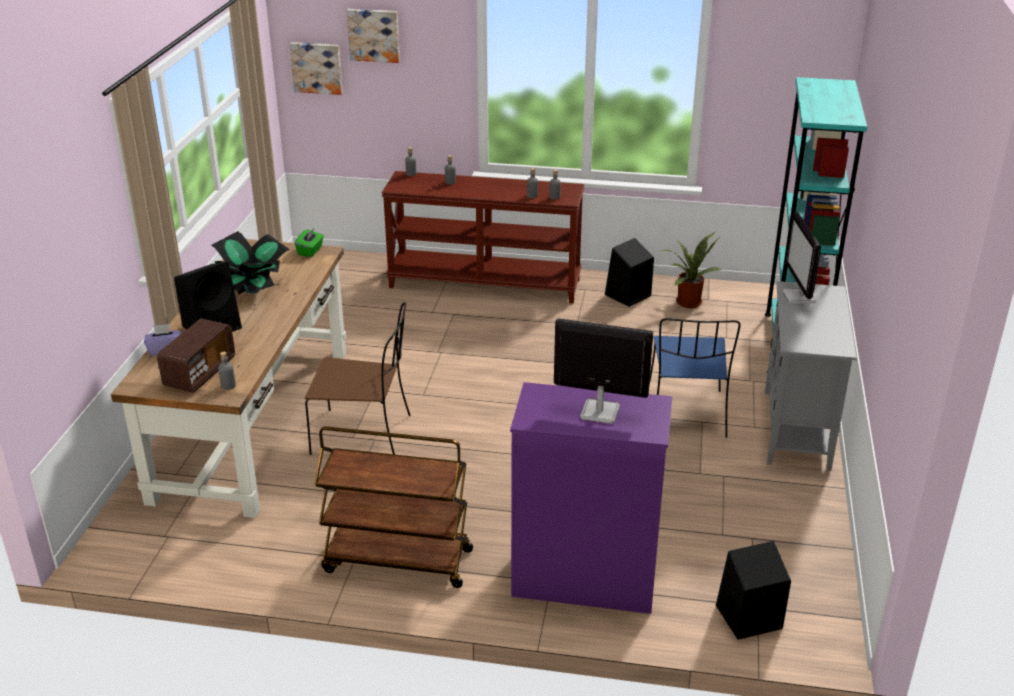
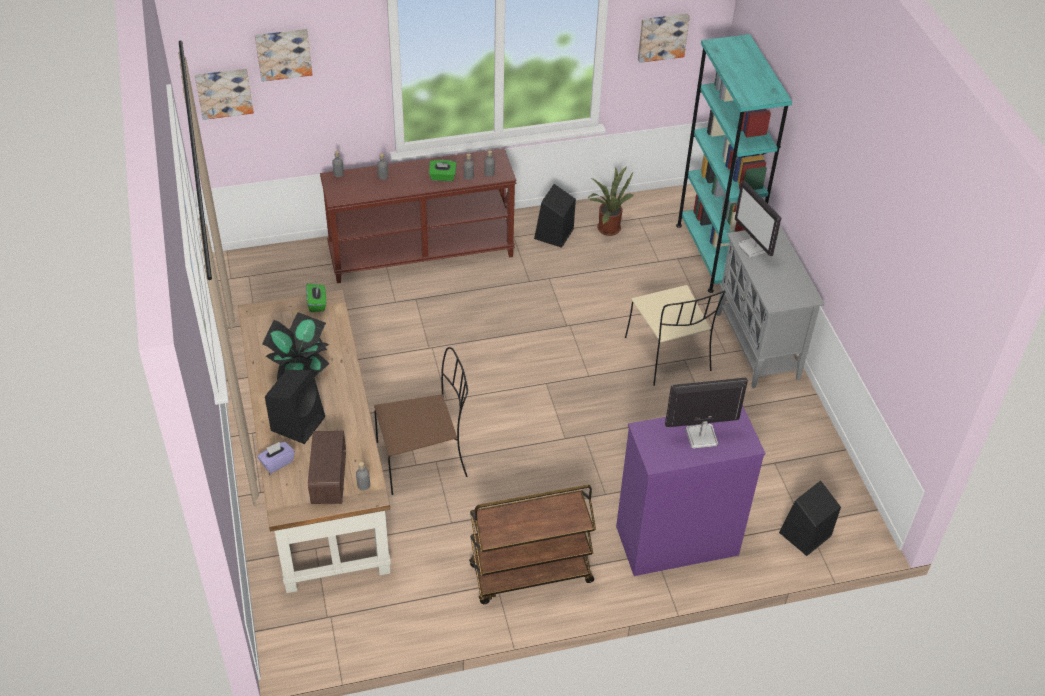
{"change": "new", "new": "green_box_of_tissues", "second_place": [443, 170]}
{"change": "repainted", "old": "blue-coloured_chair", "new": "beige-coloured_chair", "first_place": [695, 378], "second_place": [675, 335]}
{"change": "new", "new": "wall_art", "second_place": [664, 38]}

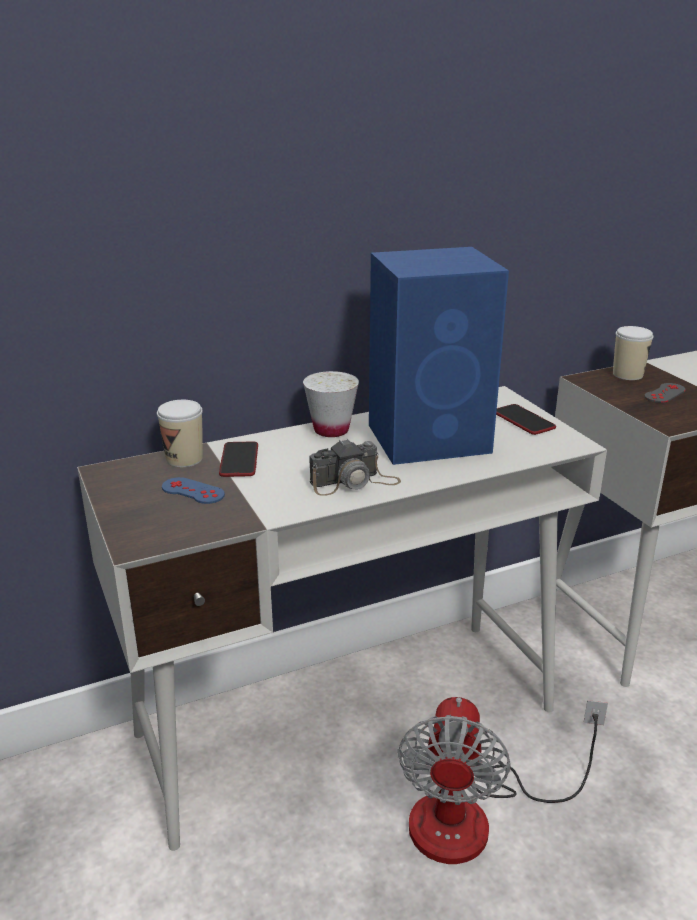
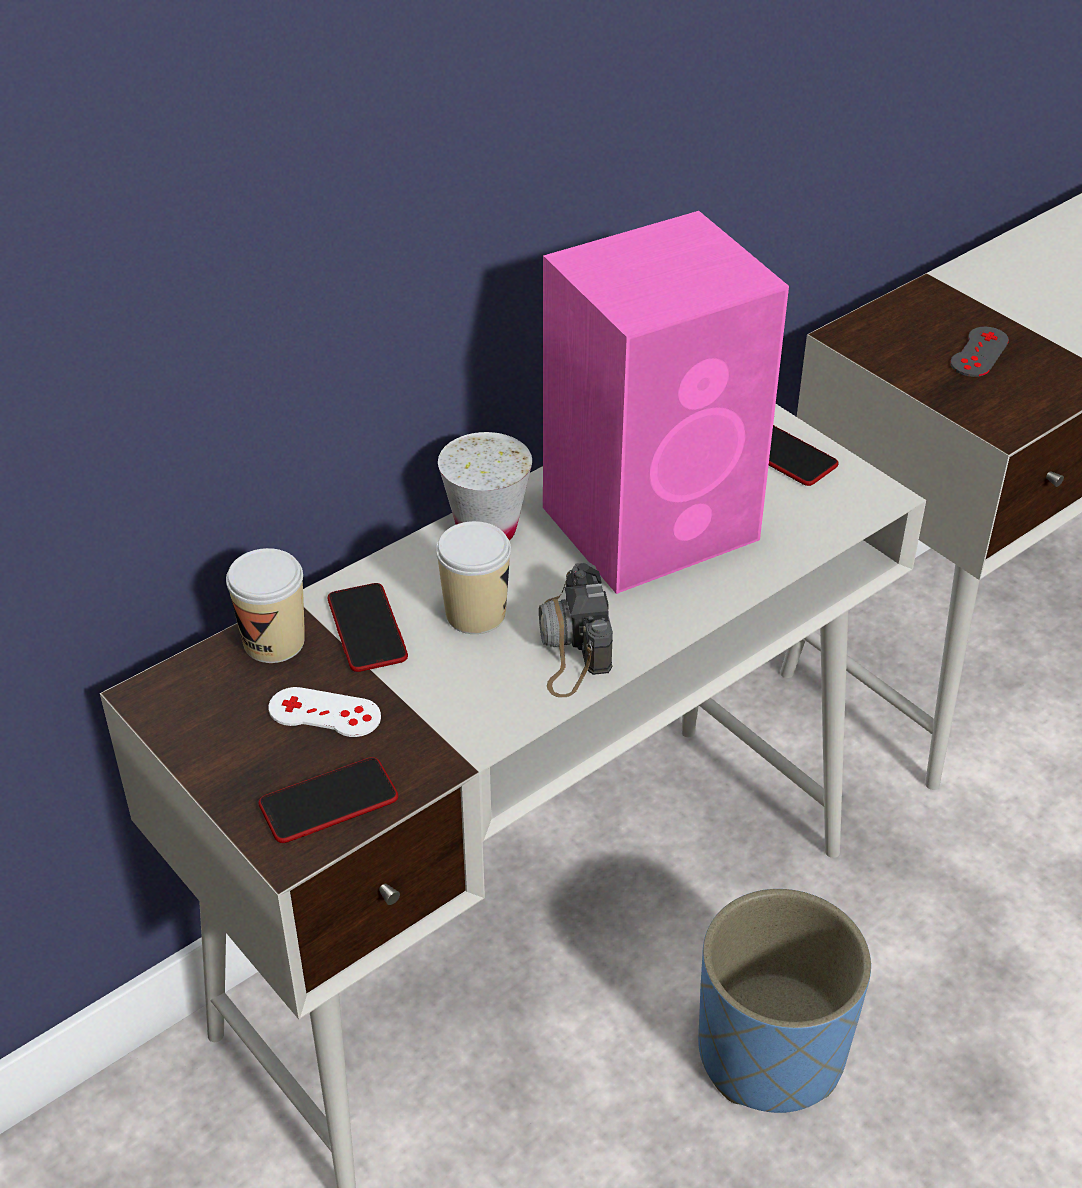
{"change": "new", "new": "telephone", "second_place": [328, 800]}
{"change": "repainted", "old": "blue-coloured_gamepad", "new": "white-coloured_gamepad", "first_place": [193, 490], "second_place": [324, 712]}
{"change": "shifted", "old": "drinking_cup", "first_place": [633, 353], "second_place": [473, 577]}
{"change": "rotated", "old": "photo_camera", "first_place": [355, 467], "second_place": [576, 629], "degrees": 120}
{"change": "repainted", "old": "blue-coloured_audio_speaker", "new": "pink_audio_speaker", "first_place": [439, 356], "second_place": [666, 402]}
{"change": "swapped", "old": "fan", "new": "blue-coloured_plant_pot", "first_place": [502, 780], "second_place": [784, 1001]}

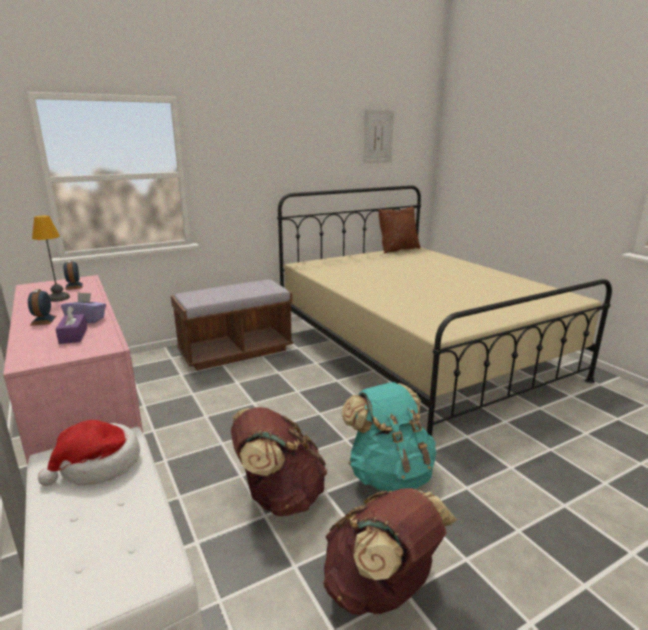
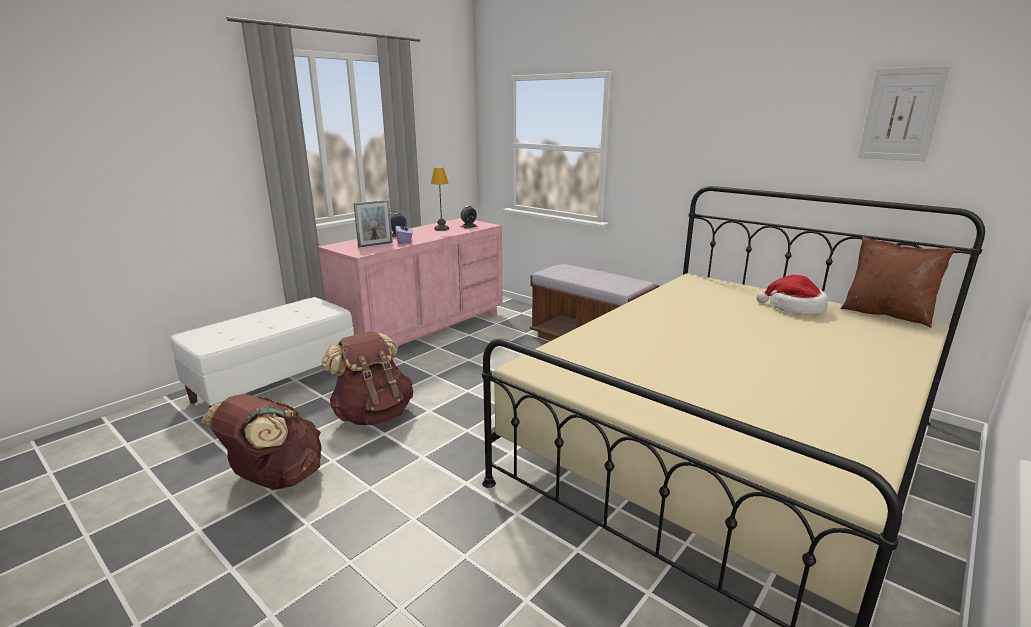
{"change": "swapped", "old": "purplish_box_of_tissues", "new": "picture_frame", "first_place": [71, 325], "second_place": [373, 223]}
{"change": "shifted", "old": "hat", "first_place": [89, 453], "second_place": [792, 295]}
{"change": "gone", "old": "blue-green_backpack", "first_place": [389, 436]}

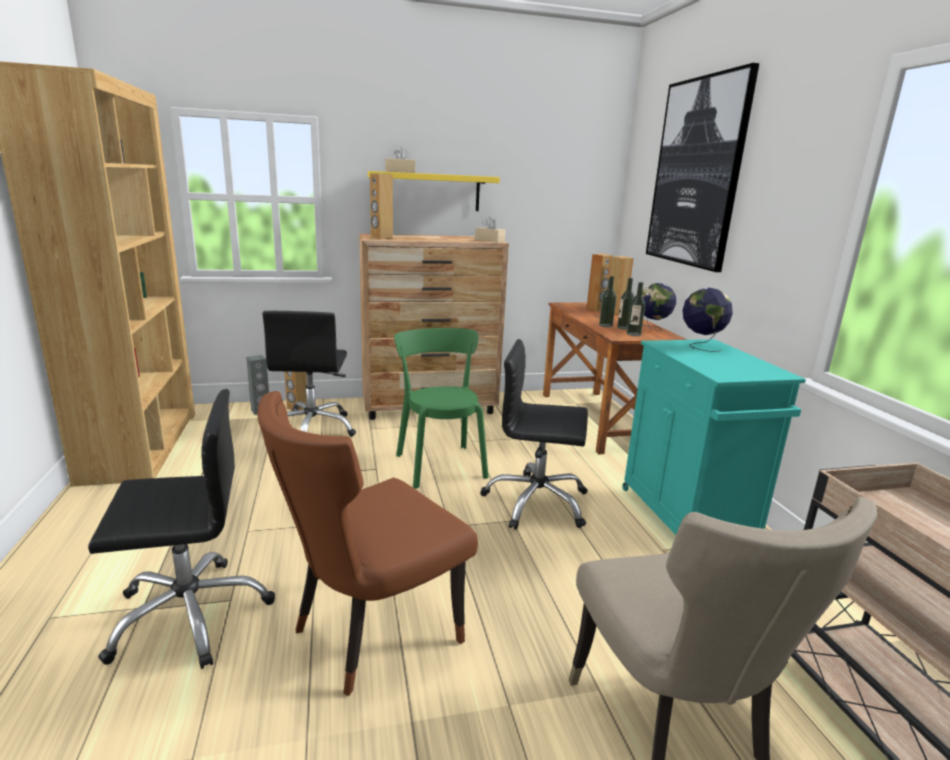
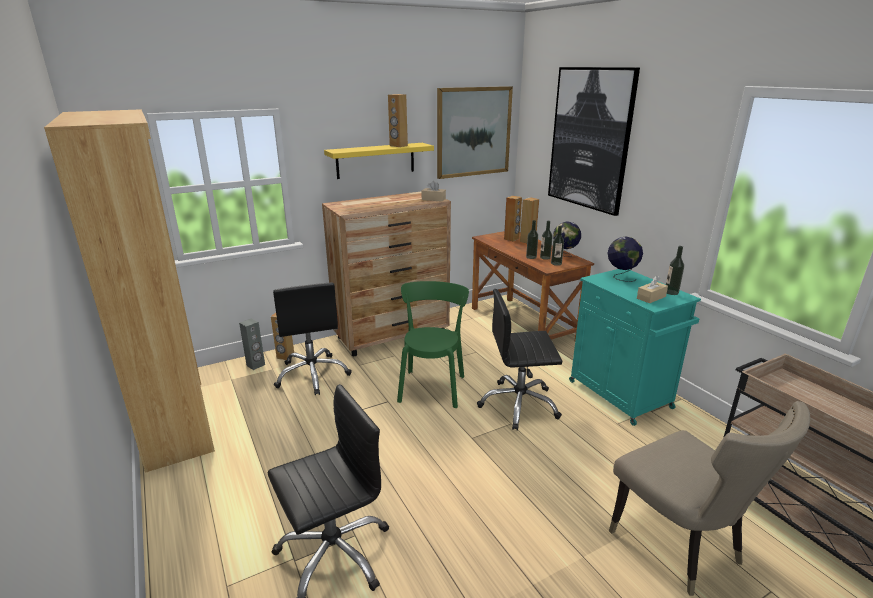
{"change": "shifted", "old": "brown-coloured_audio_speaker", "first_place": [381, 206], "second_place": [398, 120]}
{"change": "rotated", "old": "green_chair", "first_place": [441, 408], "second_place": [433, 344], "degrees": 45}
{"change": "new", "new": "wall_art", "second_place": [475, 132]}
{"change": "shifted", "old": "beige-coloured_box_of_tissues", "first_place": [400, 160], "second_place": [652, 289]}
{"change": "new", "new": "bottle", "second_place": [675, 270]}
{"change": "gone", "old": "brown-coloured_chair", "first_place": [367, 543]}

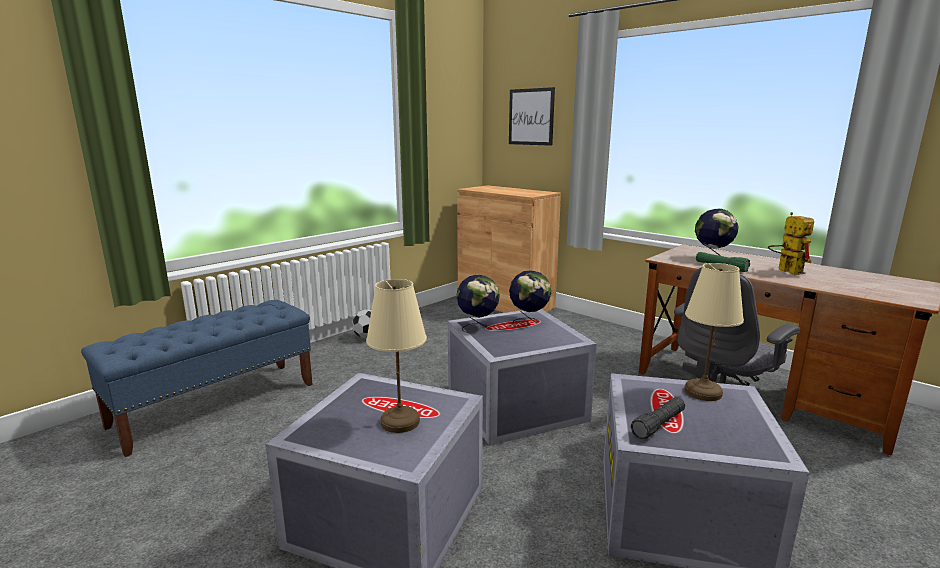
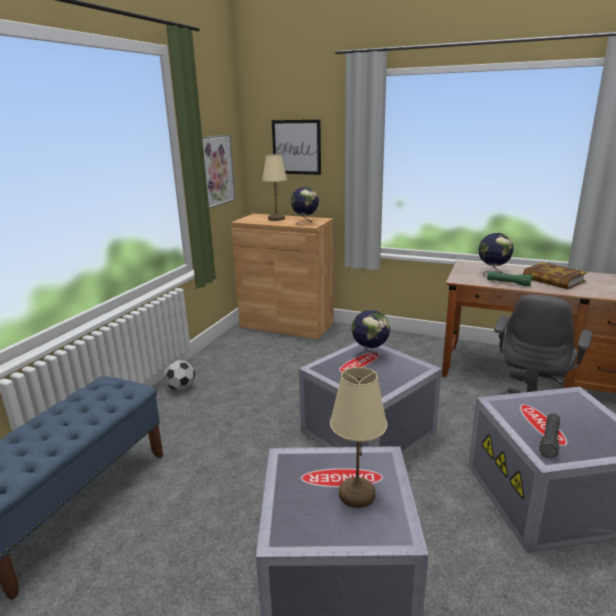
{"change": "new", "new": "wall_art", "second_place": [218, 172]}
{"change": "shifted", "old": "beige-coloured_table_lamp", "first_place": [714, 332], "second_place": [274, 187]}
{"change": "shifted", "old": "globe", "first_place": [478, 303], "second_place": [305, 206]}
{"change": "swapped", "old": "toy_robot", "new": "volume", "first_place": [791, 243], "second_place": [555, 275]}

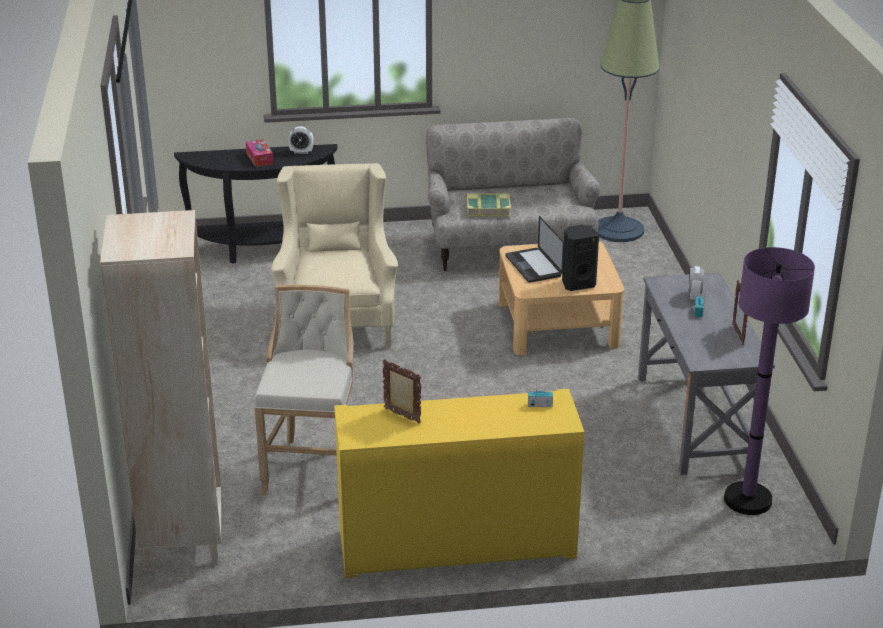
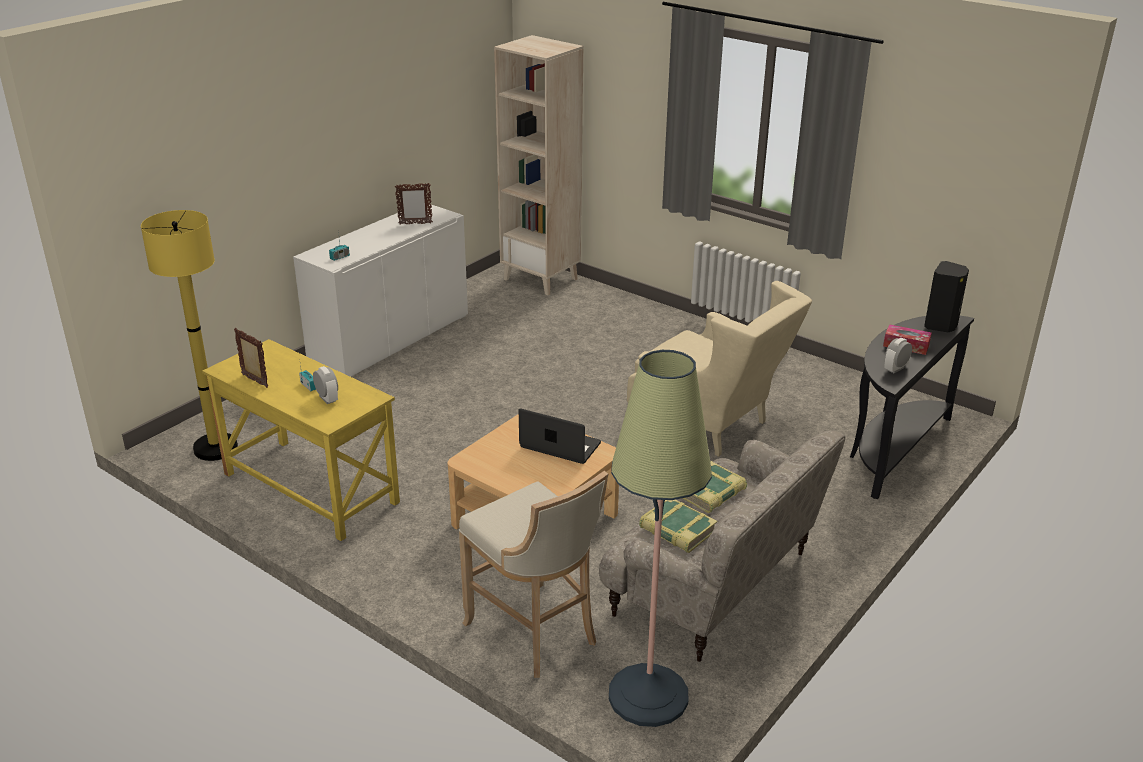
{"change": "repainted", "old": "purplish_standard_lamp", "new": "yellow_standard_lamp", "first_place": [769, 381], "second_place": [189, 335]}
{"change": "repainted", "old": "grey_desk", "new": "yellow_desk", "first_place": [706, 373], "second_place": [301, 440]}
{"change": "repainted", "old": "yellow_cupboard", "new": "white-coloured_cupboard", "first_place": [459, 483], "second_place": [380, 291]}
{"change": "shifted", "old": "beige-coloured_stool", "first_place": [304, 390], "second_place": [533, 574]}
{"change": "new", "new": "volume", "second_place": [678, 526]}
{"change": "shifted", "old": "blackish_audio_speaker", "first_place": [580, 258], "second_place": [946, 296]}

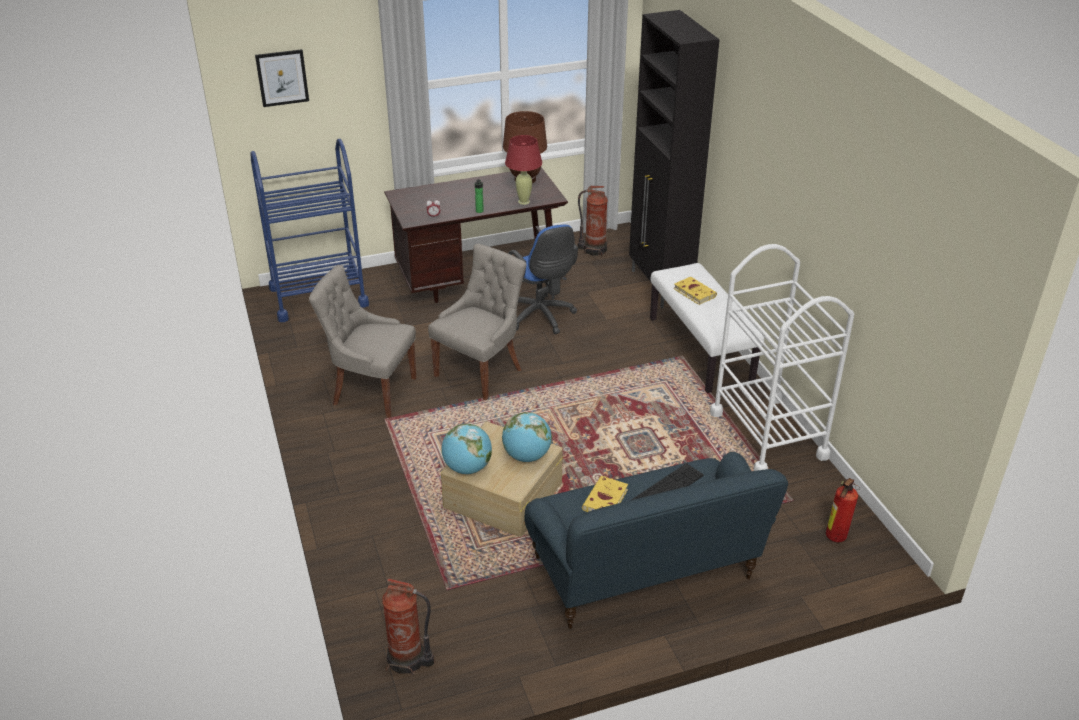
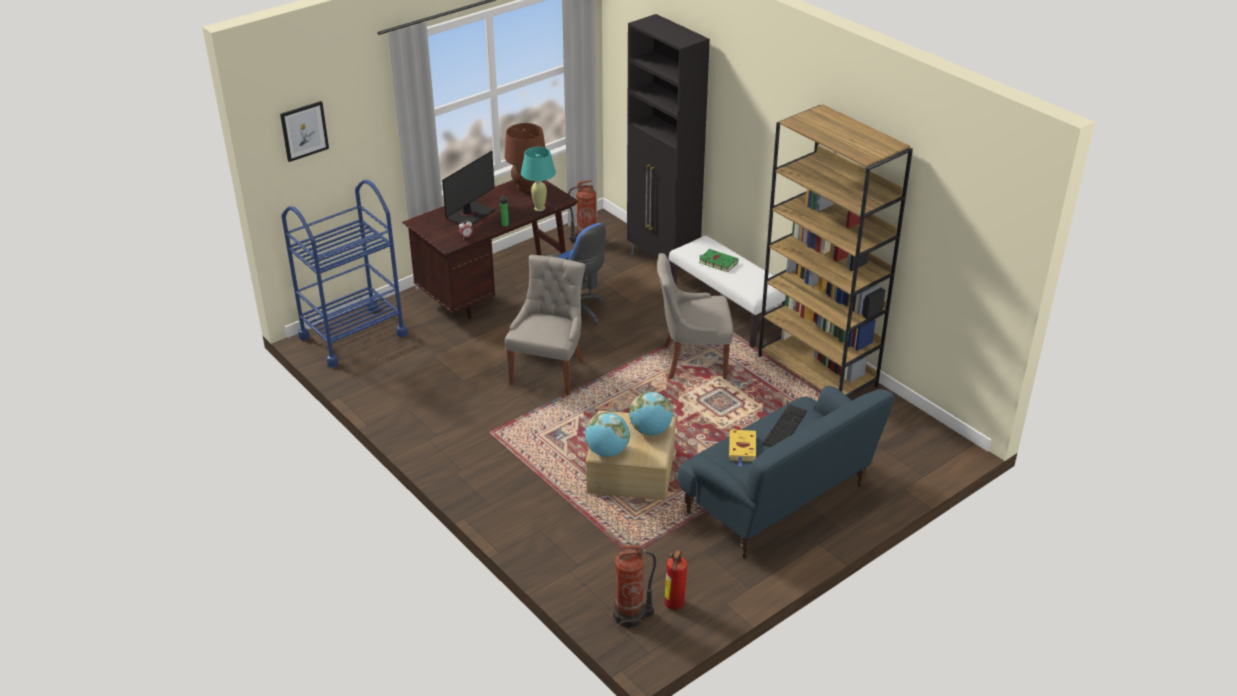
{"change": "new", "new": "computer_display", "second_place": [468, 187]}
{"change": "repainted", "old": "red-coloured_table_lamp", "new": "blue-green_table_lamp", "first_place": [523, 170], "second_place": [538, 179]}
{"change": "shifted", "old": "grey_chair", "first_place": [363, 341], "second_place": [695, 316]}
{"change": "shifted", "old": "fire-fighting_cylinder", "first_place": [843, 510], "second_place": [676, 579]}
{"change": "repainted", "old": "yellow_volume", "new": "green_volume", "first_place": [695, 291], "second_place": [719, 260]}
{"change": "swapped", "old": "white-coloured_wheeled_cart", "new": "brown-coloured_bookshelf", "first_place": [782, 357], "second_place": [835, 250]}

